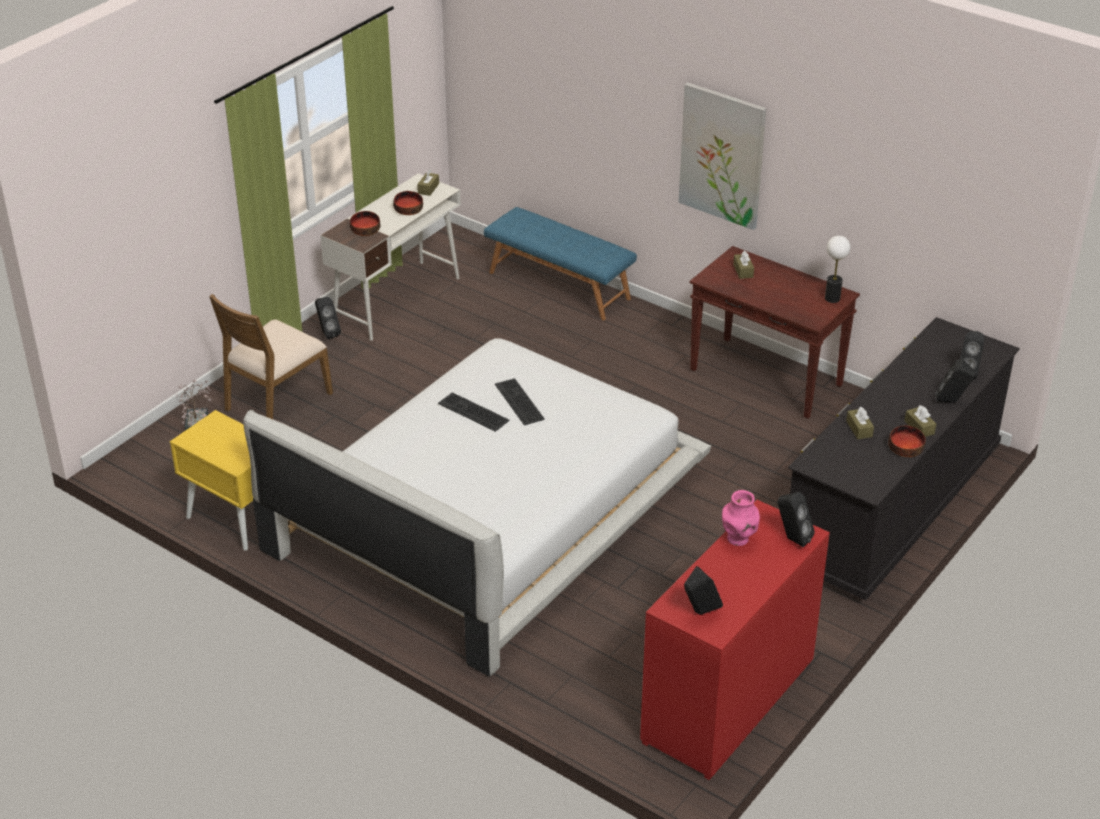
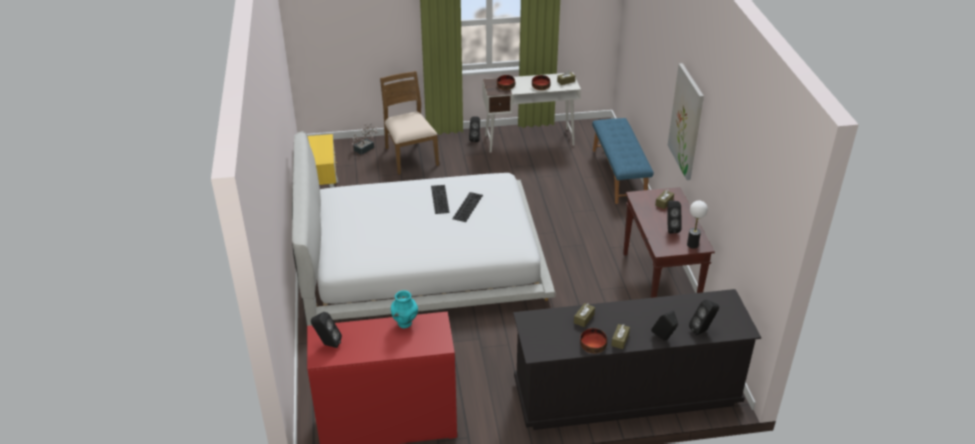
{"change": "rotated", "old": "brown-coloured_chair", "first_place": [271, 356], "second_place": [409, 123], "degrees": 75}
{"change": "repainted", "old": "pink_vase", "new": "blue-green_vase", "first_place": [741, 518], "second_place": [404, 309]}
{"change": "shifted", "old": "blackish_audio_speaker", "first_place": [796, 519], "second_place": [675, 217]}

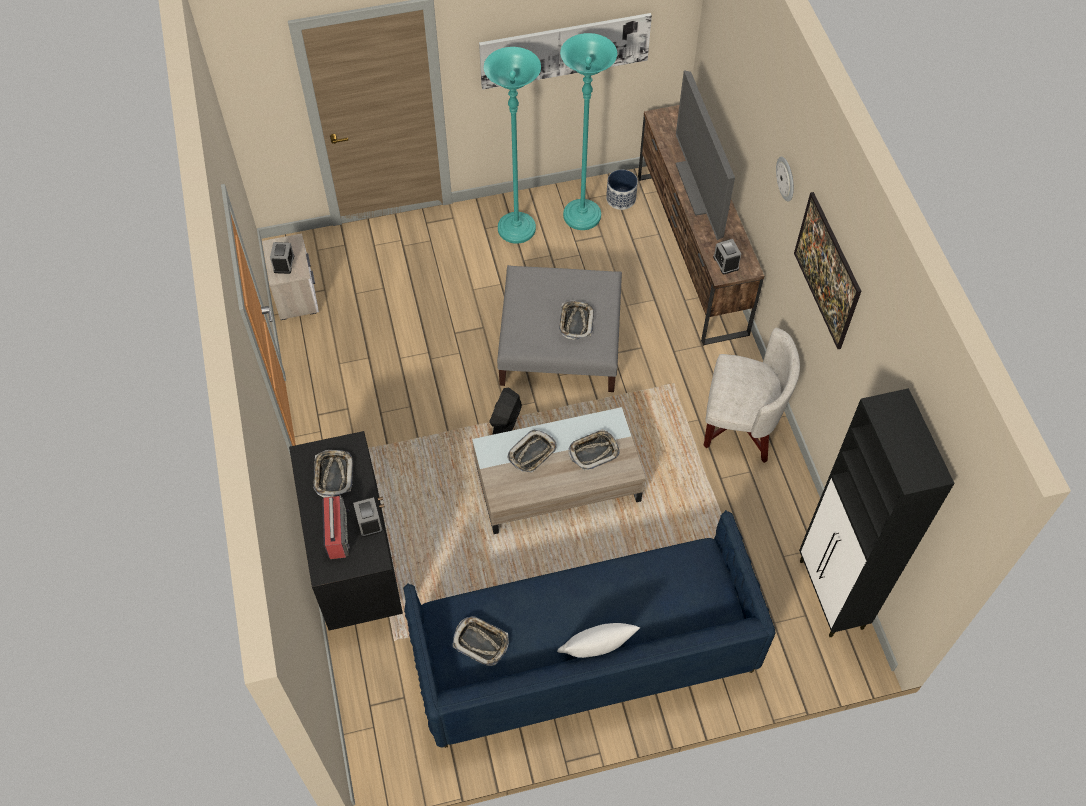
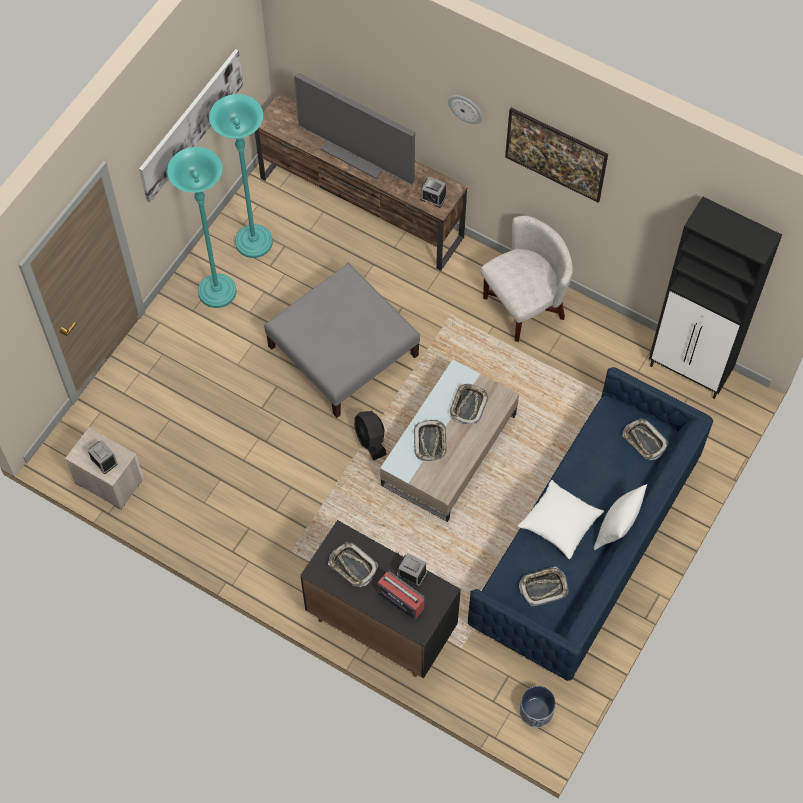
{"change": "new", "new": "white-coloured_cushion", "second_place": [560, 519]}
{"change": "shifted", "old": "plant_pot", "first_place": [622, 190], "second_place": [537, 707]}
{"change": "shifted", "old": "carrying_tray", "first_place": [576, 320], "second_place": [645, 439]}

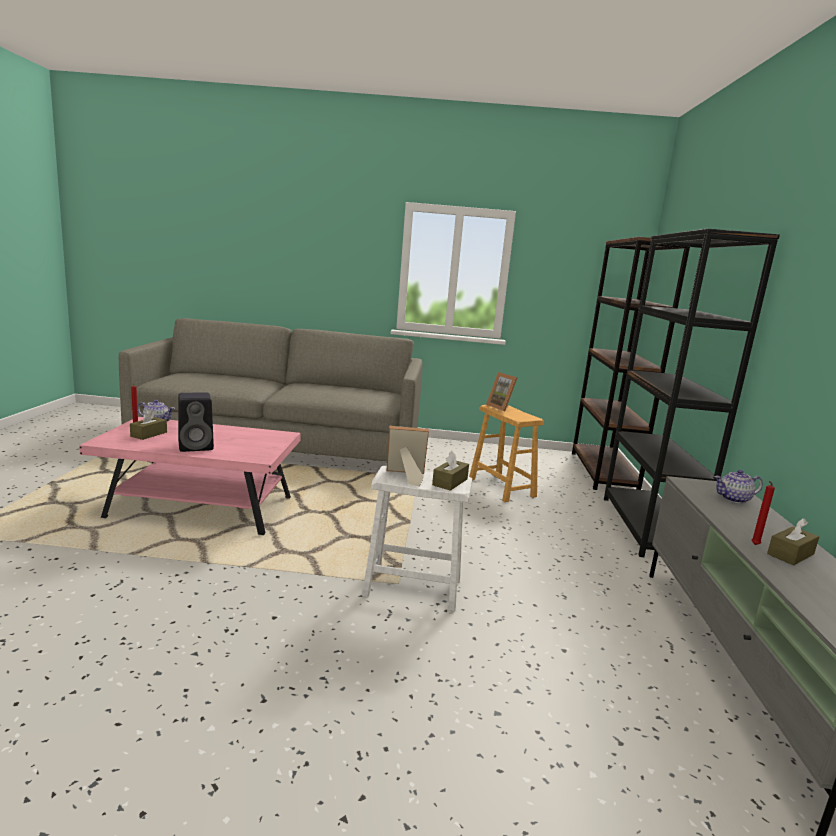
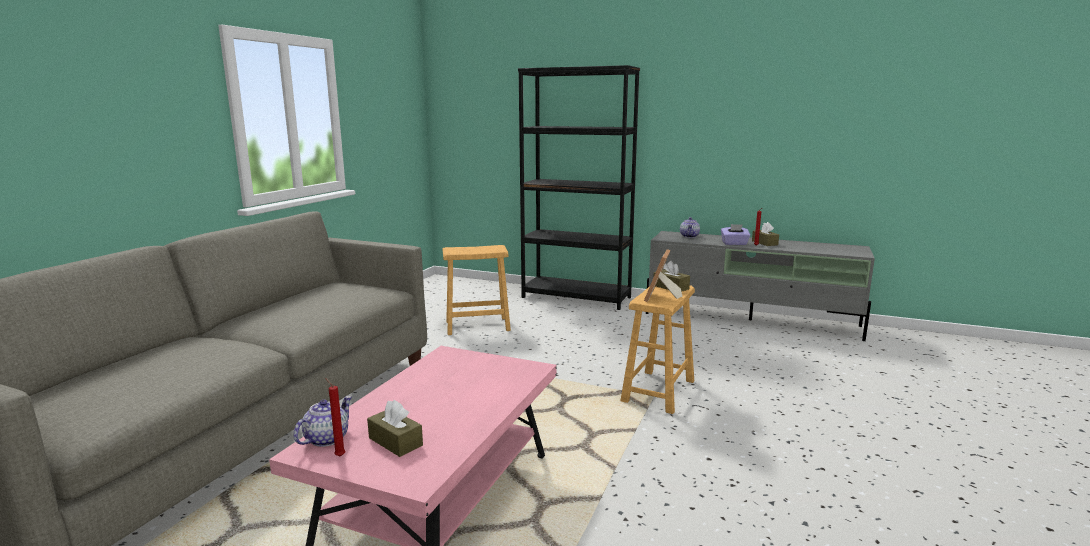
{"change": "repainted", "old": "white-coloured_stool", "new": "brown-coloured_stool", "first_place": [417, 538], "second_place": [657, 350]}
{"change": "new", "new": "purplish_box_of_tissues", "second_place": [735, 234]}
{"change": "gone", "old": "blackish_audio_speaker", "first_place": [196, 422]}
{"change": "gone", "old": "picture_frame", "first_place": [501, 391]}
{"change": "gone", "old": "brown-coloured_bookshelf", "first_place": [631, 363]}

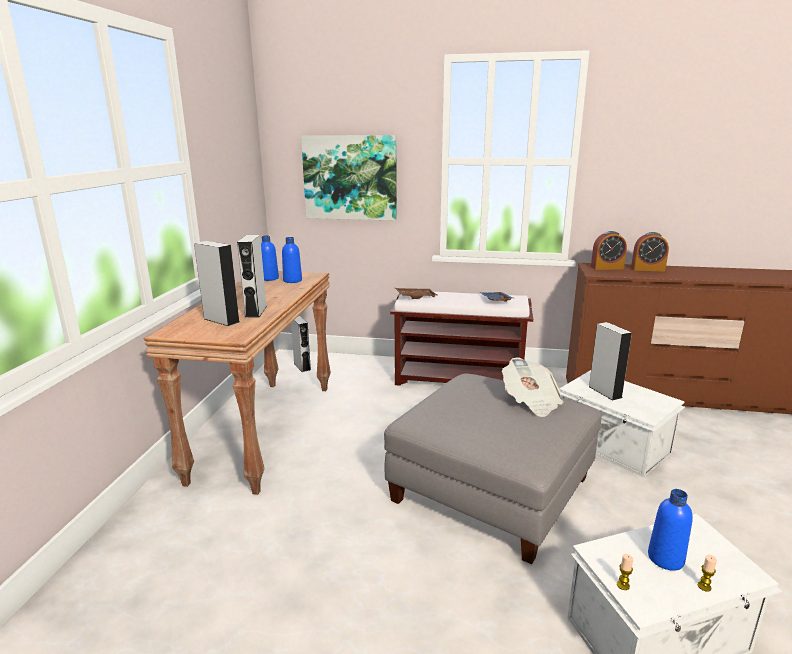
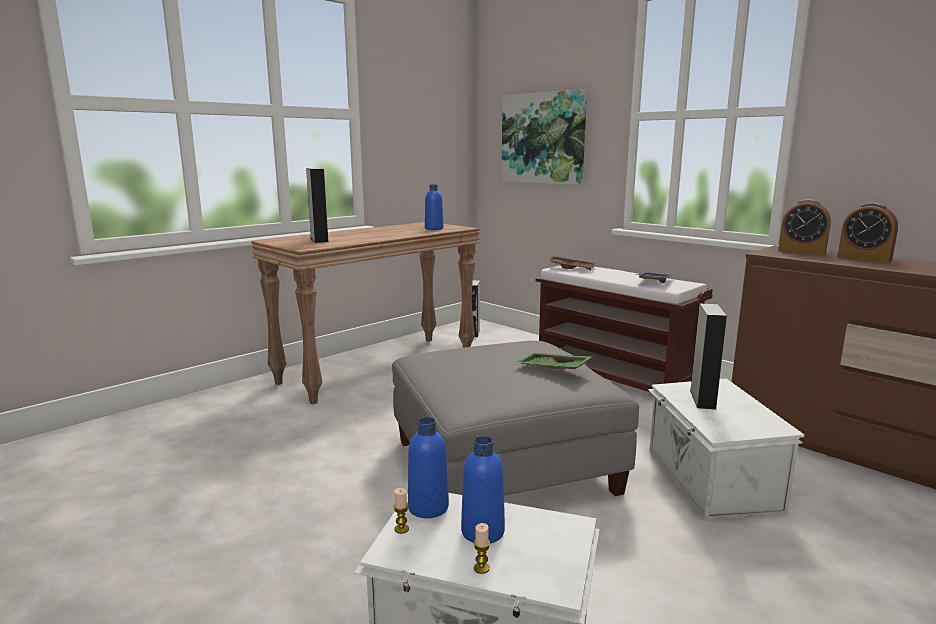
{"change": "shifted", "old": "blue-coloured_bottle", "first_place": [270, 258], "second_place": [428, 467]}
{"change": "swapped", "old": "newspaper", "new": "green_carrying_tray", "first_place": [533, 387], "second_place": [555, 361]}
{"change": "gone", "old": "grey_audio_speaker", "first_place": [252, 276]}

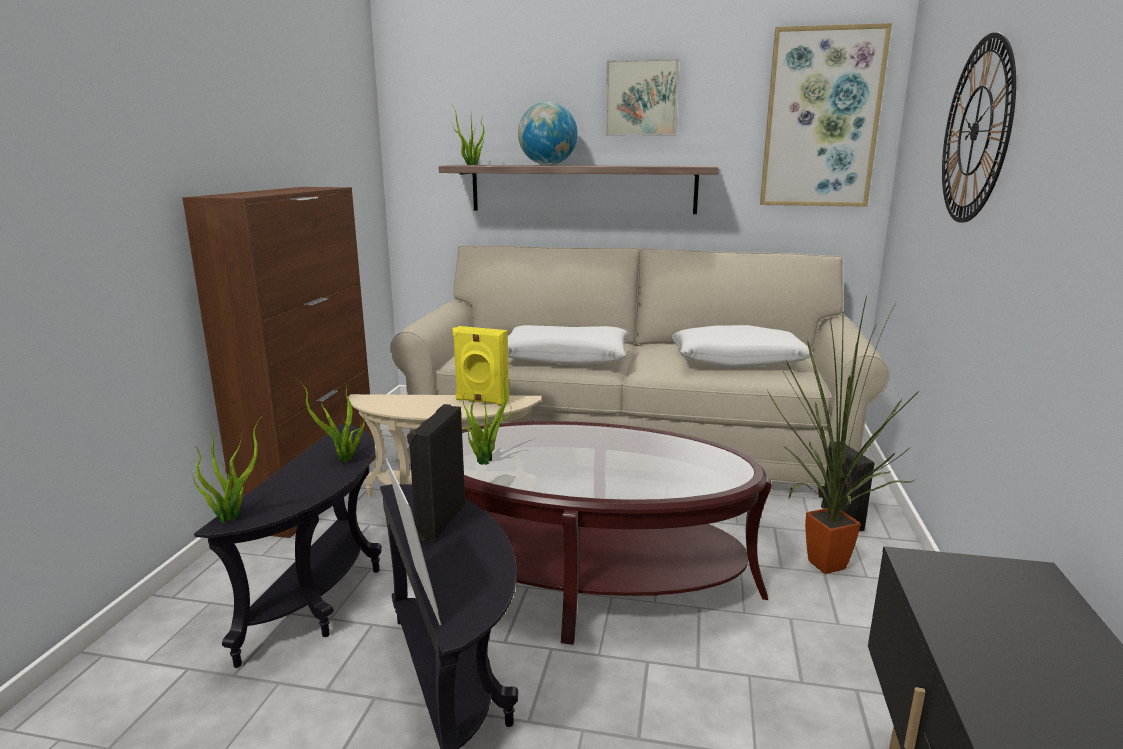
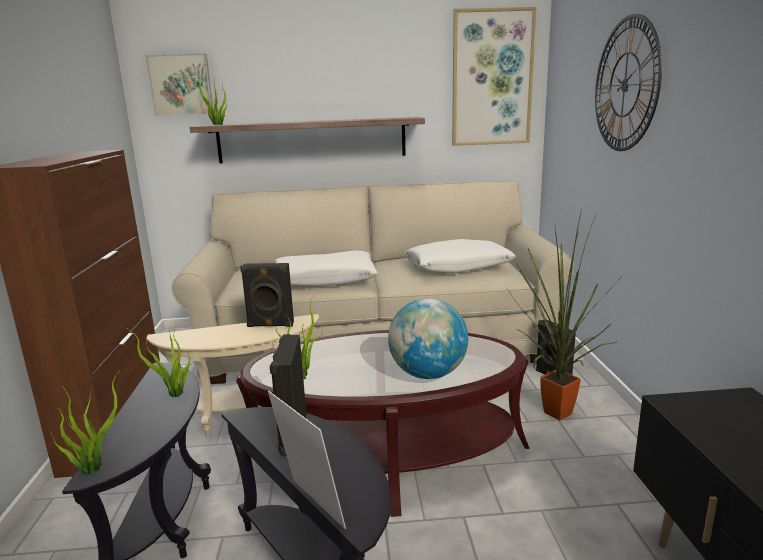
{"change": "shifted", "old": "wall_art", "first_place": [642, 97], "second_place": [179, 84]}
{"change": "repainted", "old": "yellow_audio_speaker", "new": "blackish_audio_speaker", "first_place": [480, 365], "second_place": [267, 295]}
{"change": "shifted", "old": "globe", "first_place": [548, 133], "second_place": [428, 338]}

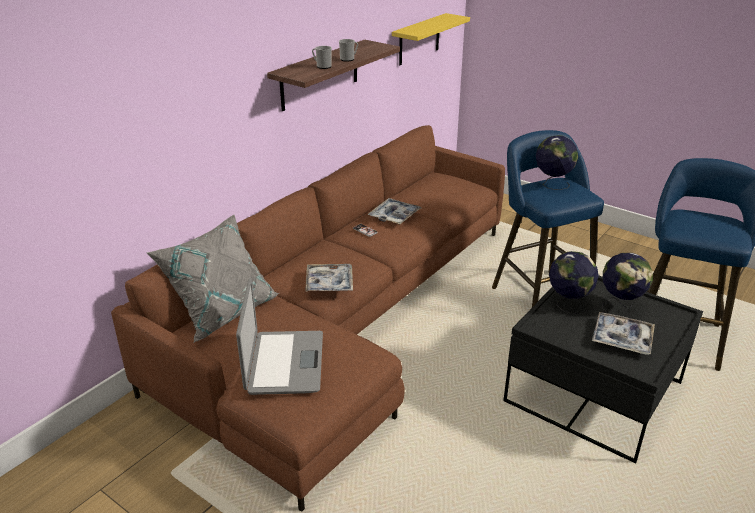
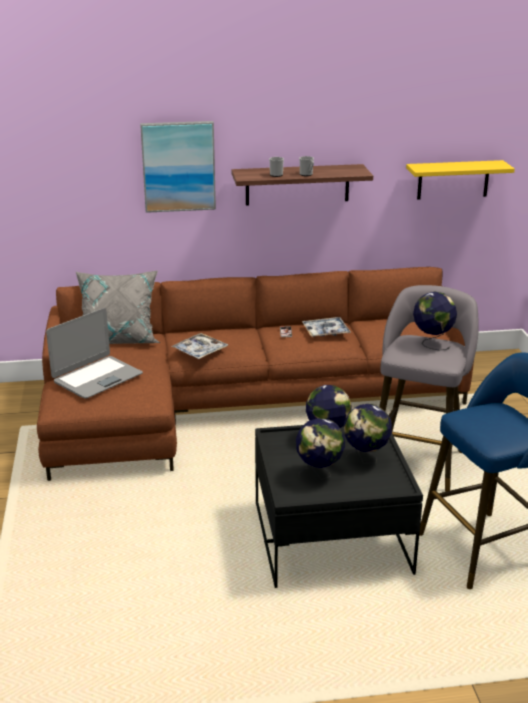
{"change": "new", "new": "wall_art", "second_place": [178, 167]}
{"change": "swapped", "old": "carrying_tray", "new": "globe", "first_place": [623, 333], "second_place": [320, 449]}
{"change": "repainted", "old": "blue-coloured_stool", "new": "grey_stool", "first_place": [548, 218], "second_place": [429, 388]}

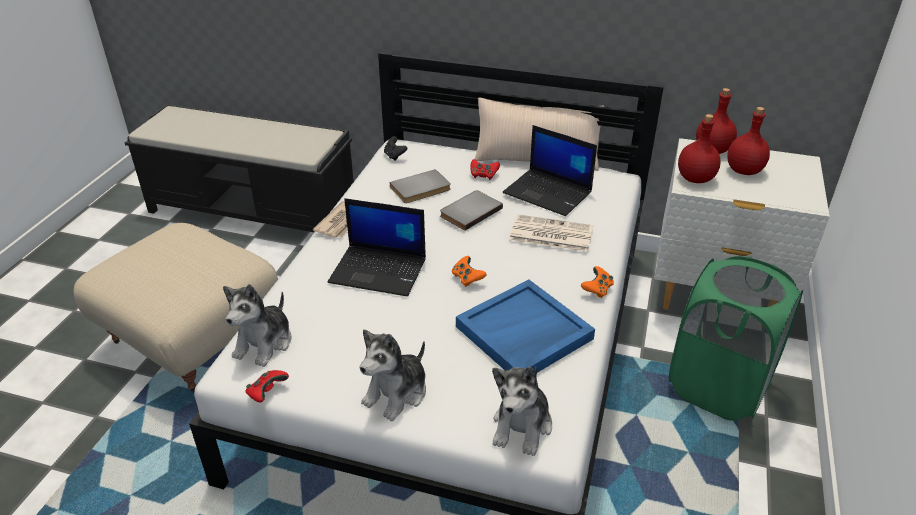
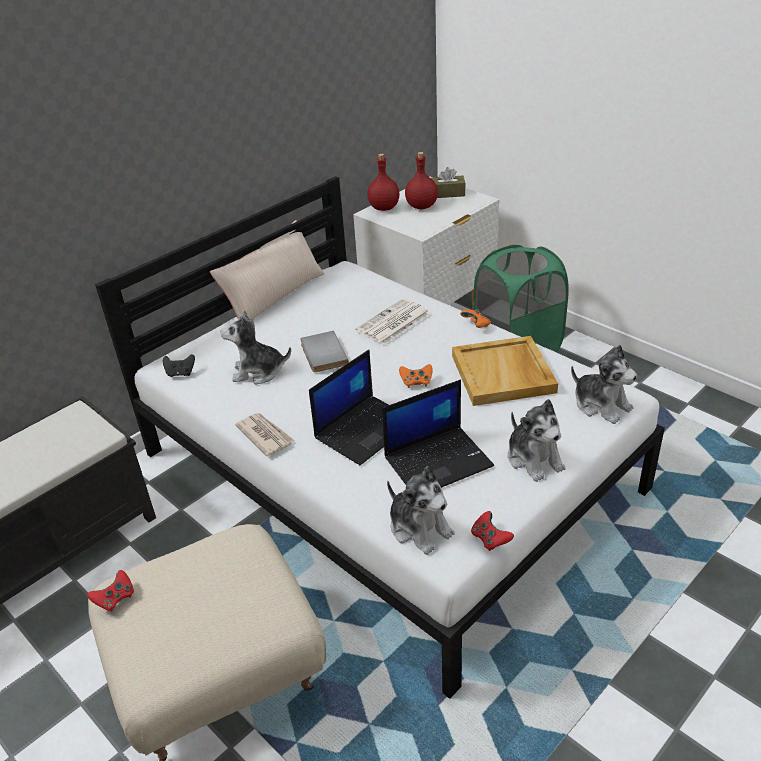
{"change": "shifted", "old": "red-coloured_gamepad", "first_place": [485, 169], "second_place": [110, 590]}
{"change": "swapped", "old": "grey_volume", "new": "cuddly_toy", "first_place": [420, 186], "second_place": [255, 347]}
{"change": "shifted", "old": "portable_computer", "first_place": [550, 170], "second_place": [438, 434]}
{"change": "new", "new": "brown-coloured_box_of_tissues", "second_place": [448, 182]}
{"change": "repainted", "old": "blue-coloured_carrying_tray", "new": "beige-coloured_carrying_tray", "first_place": [525, 326], "second_place": [505, 371]}
{"change": "gone", "old": "red-coloured_bottle", "first_place": [699, 148]}

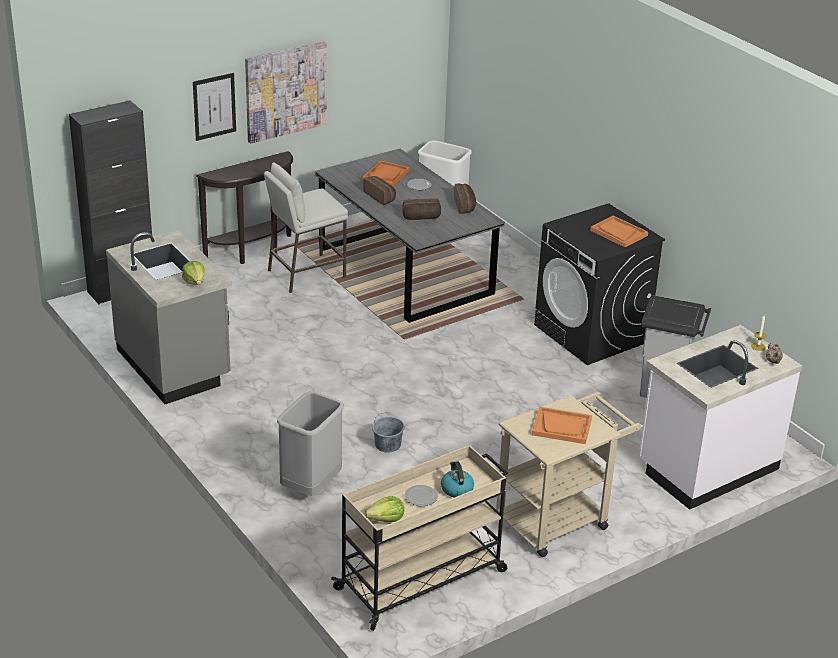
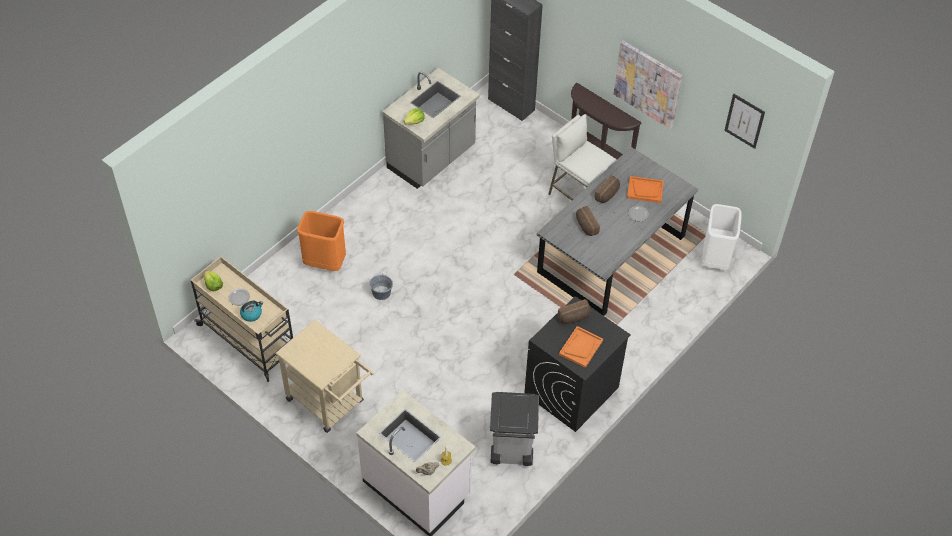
{"change": "repainted", "old": "grey_waste_bin", "new": "orange_waste_bin", "first_place": [310, 443], "second_place": [321, 241]}
{"change": "shifted", "old": "baked_bread", "first_place": [465, 199], "second_place": [574, 311]}
{"change": "shifted", "old": "wall_art", "first_place": [214, 107], "second_place": [744, 121]}
{"change": "gone", "old": "orange_carrying_tray", "first_place": [562, 425]}

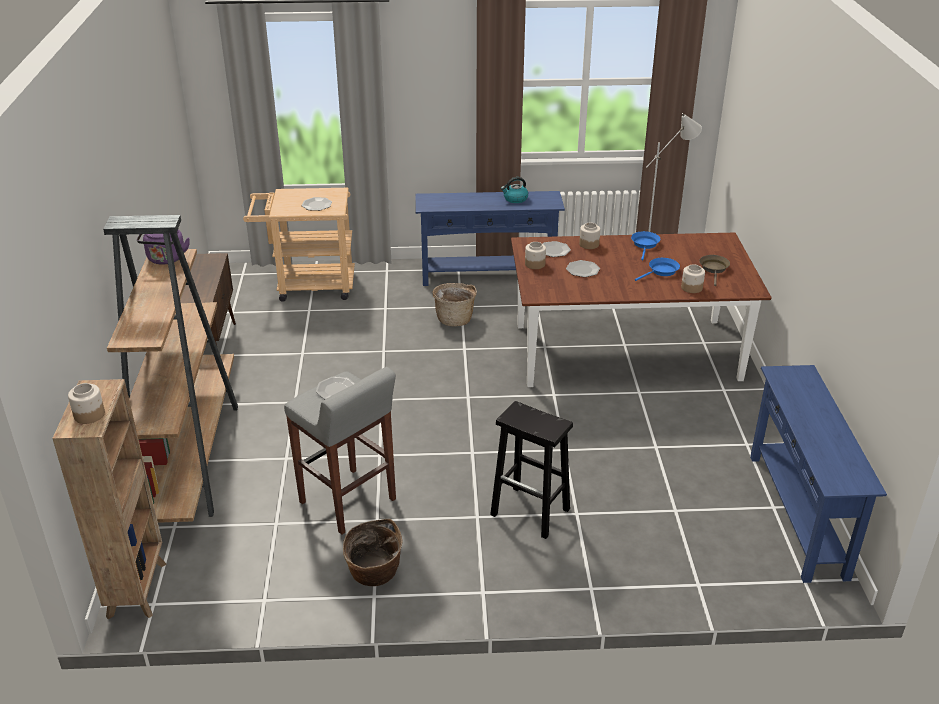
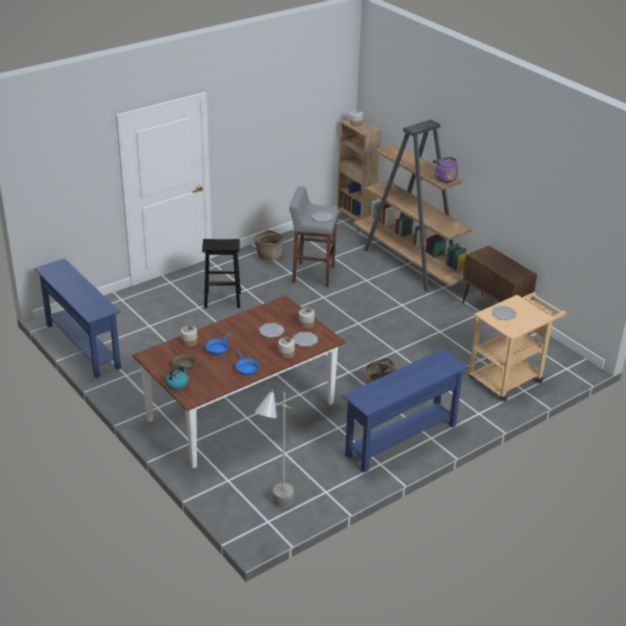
{"change": "shifted", "old": "kettle", "first_place": [514, 190], "second_place": [177, 377]}

